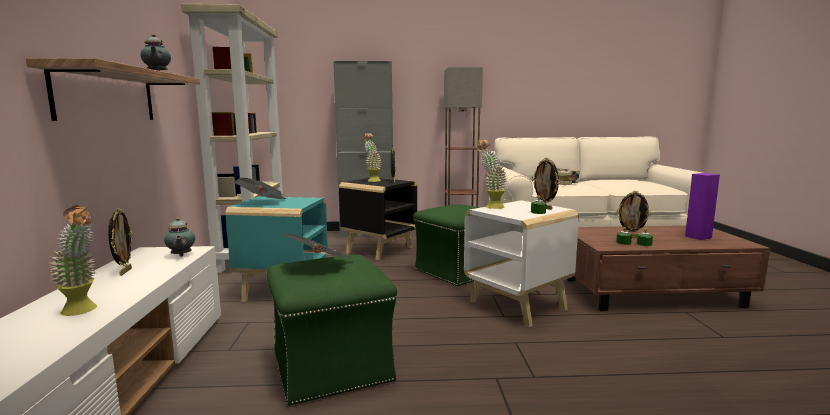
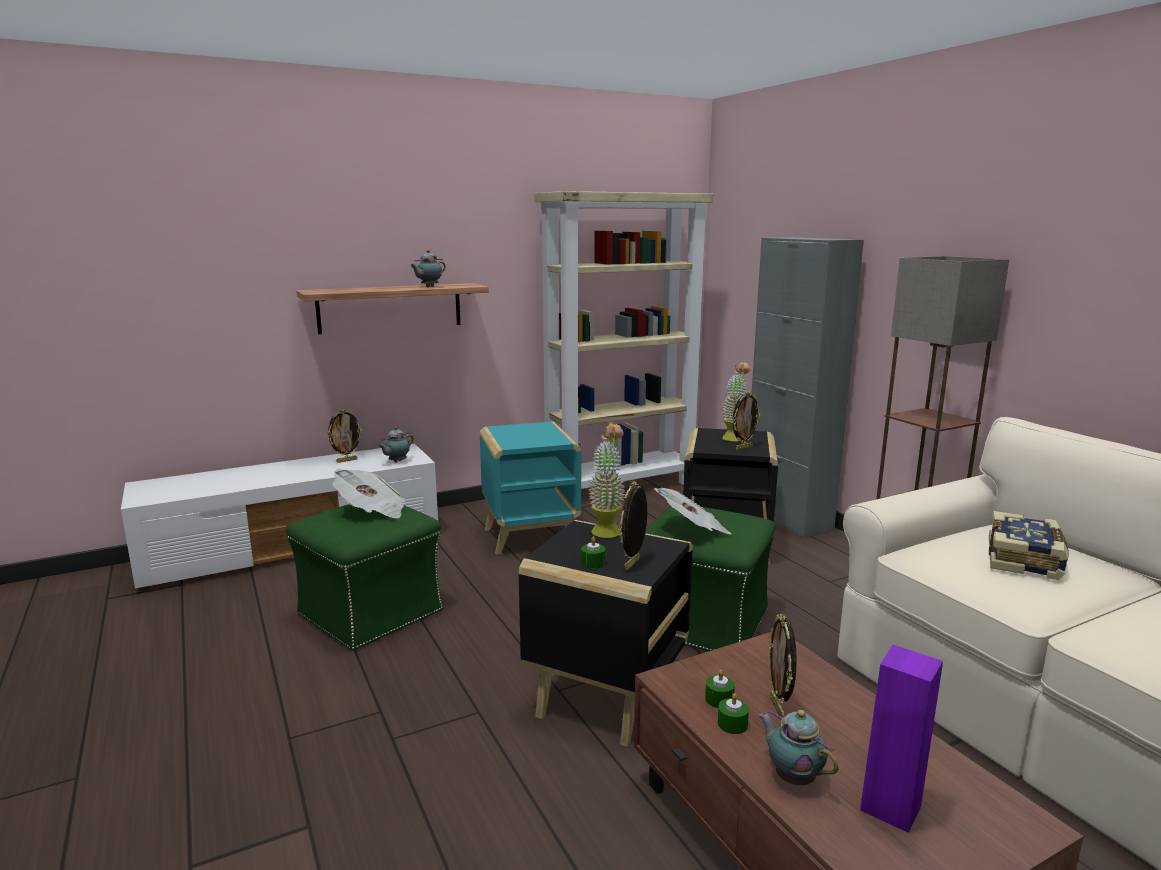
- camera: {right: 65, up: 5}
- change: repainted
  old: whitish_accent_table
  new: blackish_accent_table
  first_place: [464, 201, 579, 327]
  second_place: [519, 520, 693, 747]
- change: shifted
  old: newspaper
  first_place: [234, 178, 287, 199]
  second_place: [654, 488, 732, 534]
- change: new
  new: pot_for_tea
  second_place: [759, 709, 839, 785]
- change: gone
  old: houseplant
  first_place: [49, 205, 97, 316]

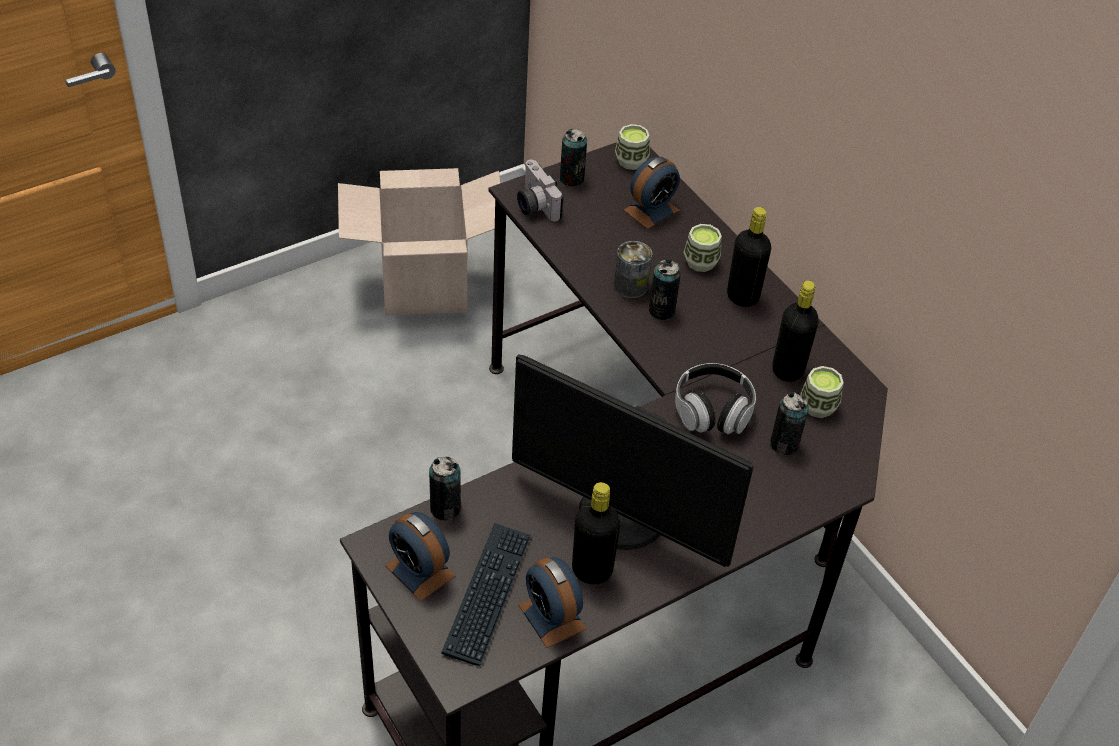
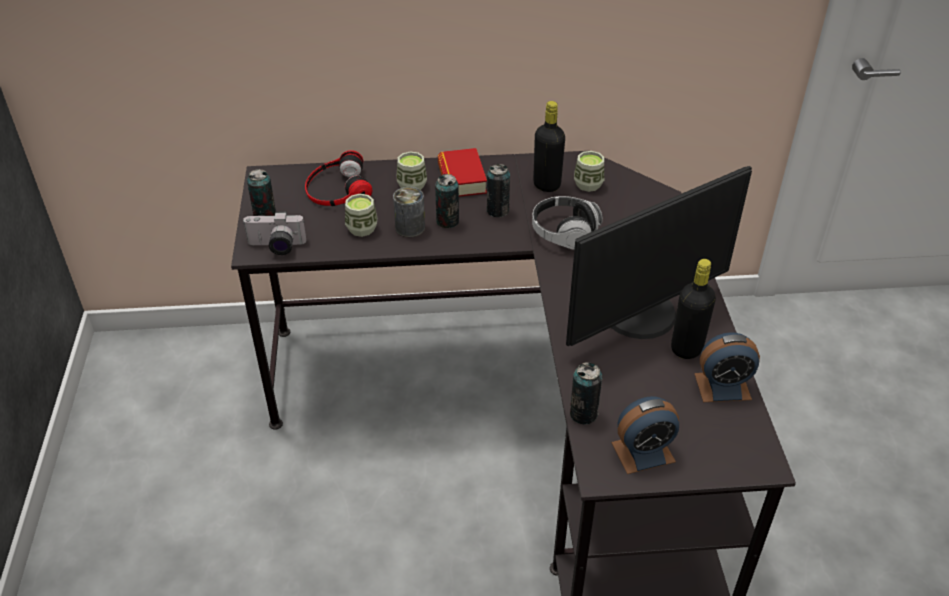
- camera: {right: -60, up: -5}
- change: swapped
  old: table_clock
  new: pair_of_headphones
  first_place: [623, 157, 680, 229]
  second_place: [305, 150, 372, 206]
- change: shifted
  old: cup
  first_place: [615, 124, 650, 170]
  second_place: [345, 194, 377, 237]
- change: swapped
  old: blackish_drink_bottle
  new: volume
  first_place: [727, 207, 771, 307]
  second_place: [438, 148, 487, 197]
- change: shifted
  old: can
  first_place: [770, 392, 809, 455]
  second_place: [487, 164, 510, 217]
- change: gone
  old: carton
  first_place: [338, 168, 500, 316]
- change: gone
  old: computer_keyboard
  first_place: [441, 523, 531, 666]

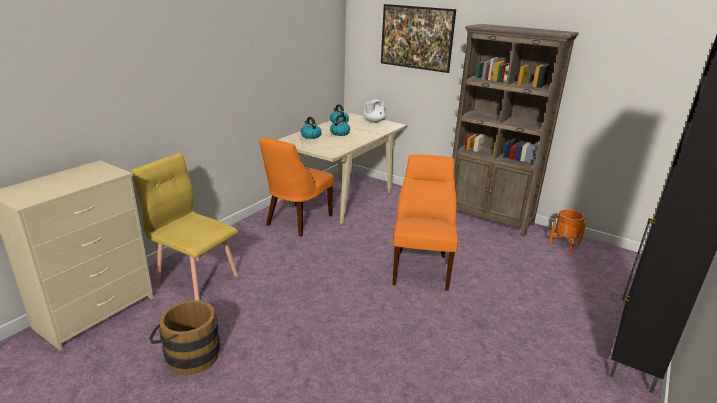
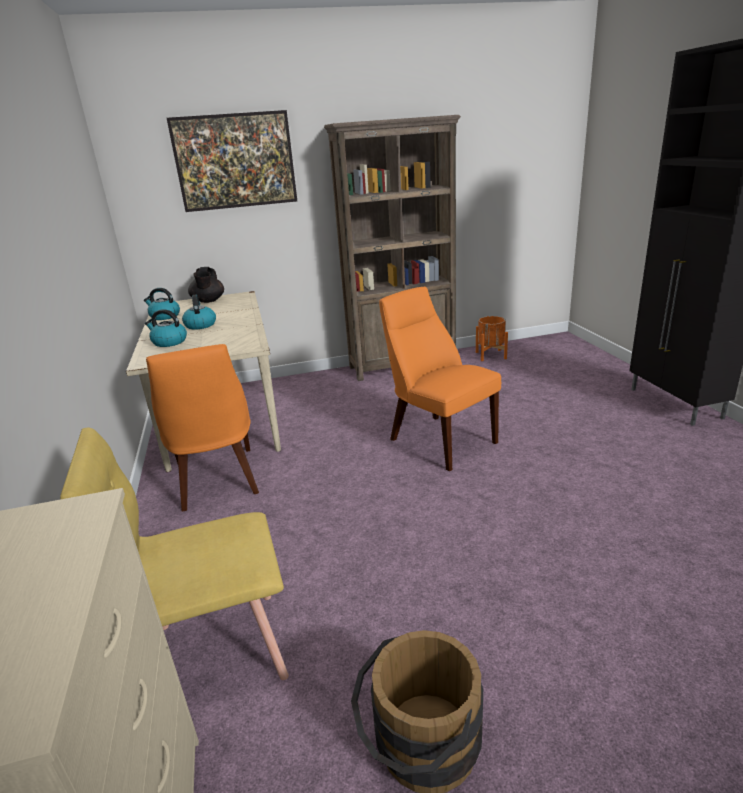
- camera: {right: -45, up: 0}
- change: repainted
  old: whitish_pot_for_tea
  new: blackish_pot_for_tea
  first_place: [363, 99, 386, 123]
  second_place: [188, 267, 224, 303]

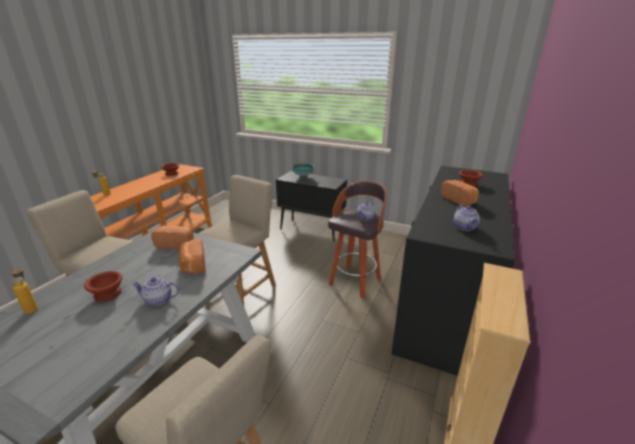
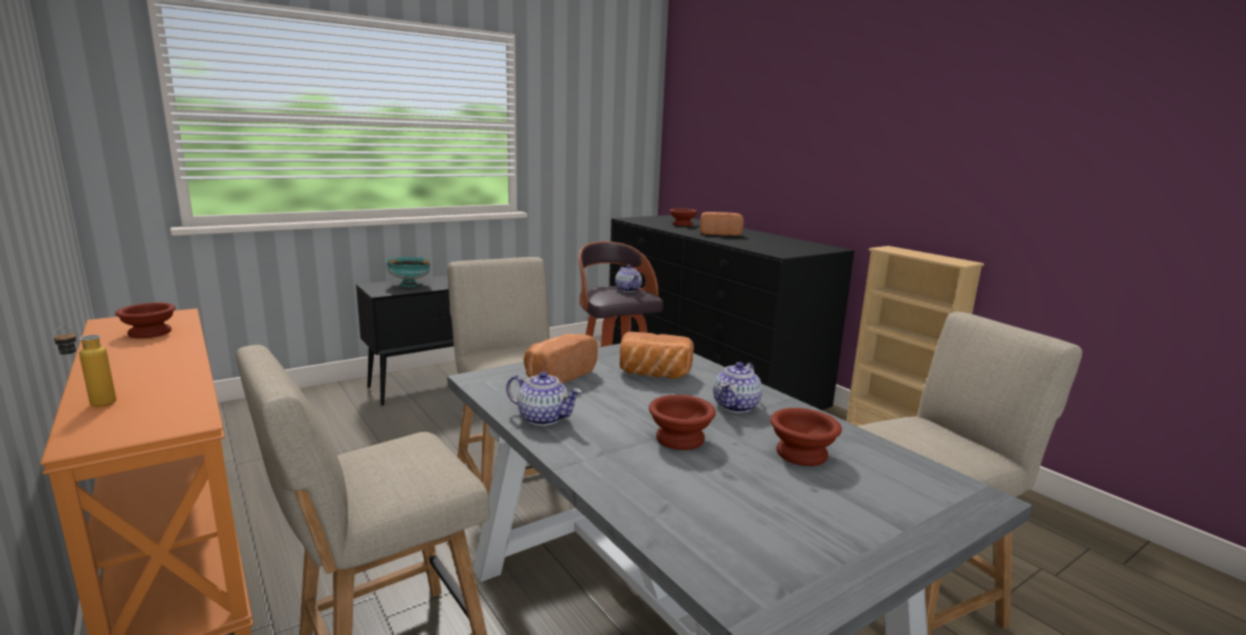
- camera: {right: -60, up: -10}
- change: shifted
  old: pot_for_tea
  first_place: [454, 204, 480, 231]
  second_place: [506, 371, 582, 426]
- change: new
  new: brown-coloured_bowl
  second_place: [770, 408, 842, 466]
- change: gone
  old: drink_bottle
  first_place: [11, 266, 38, 314]

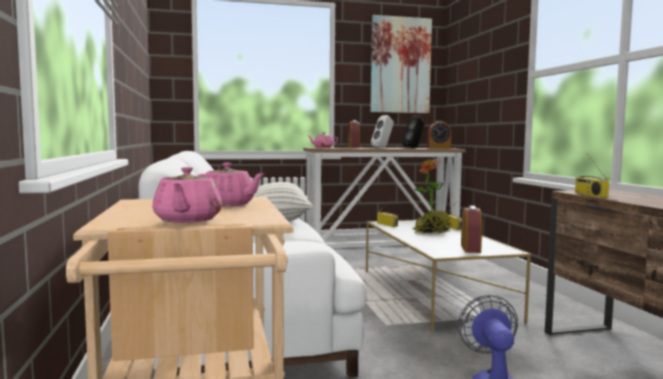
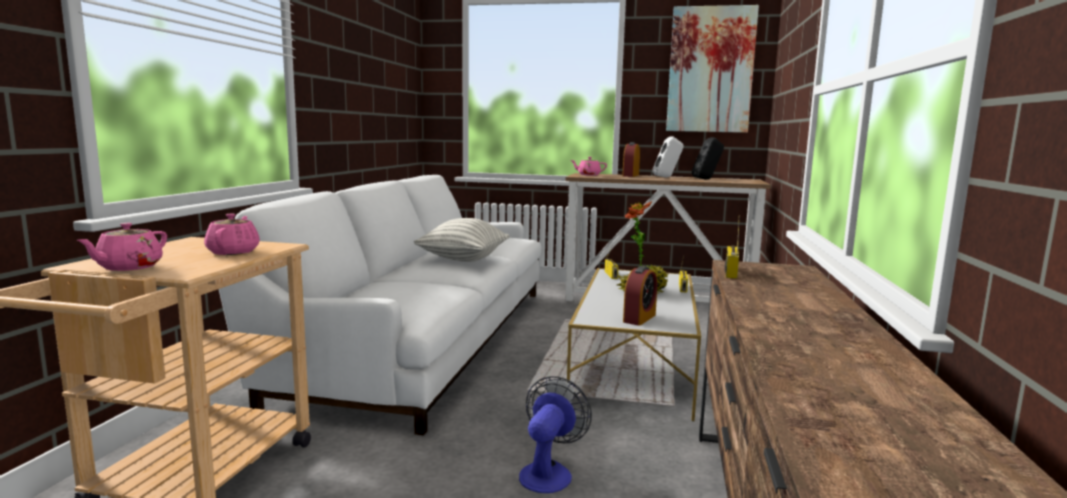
- camera: {right: 25, up: 5}
- change: rotated
  old: pink_pot_for_tea
  first_place: [197, 163, 265, 207]
  second_place: [204, 214, 260, 255]
  degrees: -150
- change: gone
  old: table_clock
  first_place: [427, 121, 451, 149]

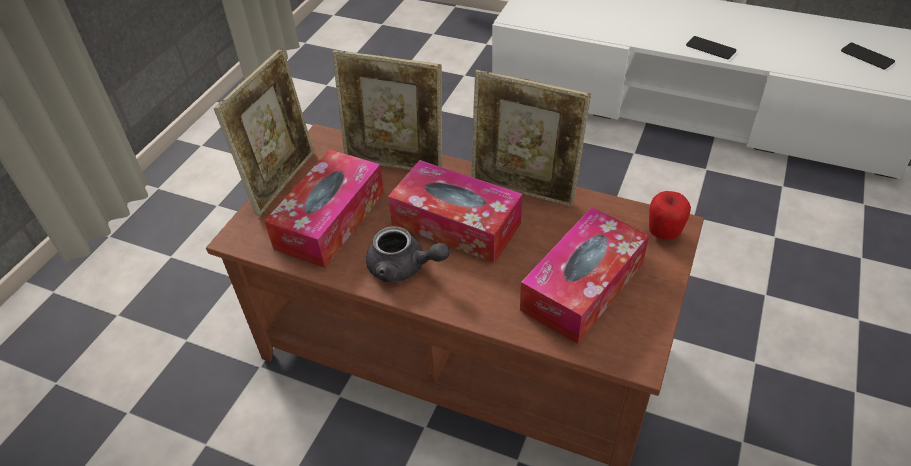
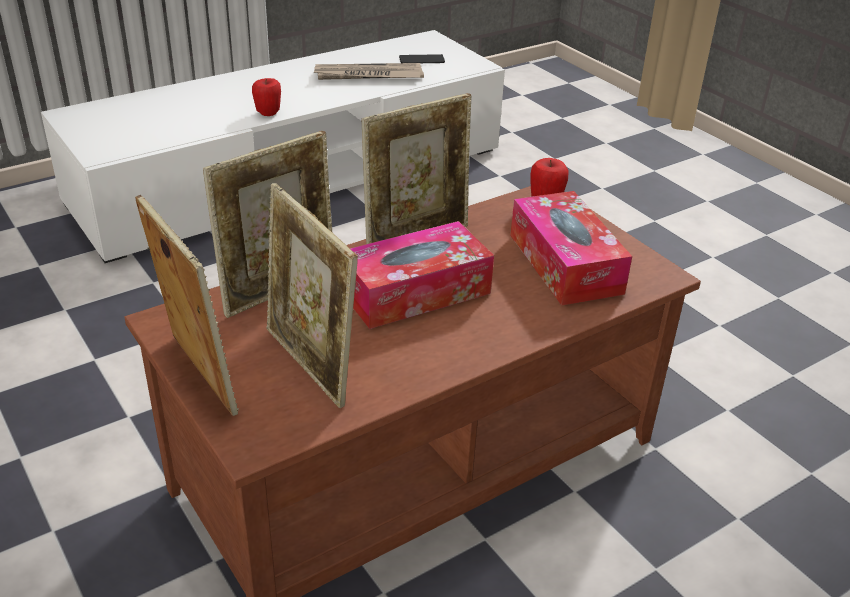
- camera: {right: -60, up: -10}
- change: new
  new: whole_apple
  second_place: [252, 78, 281, 116]
- change: swapped
  old: box_of_tissues
  new: photo_frame
  first_place: [264, 149, 384, 268]
  second_place: [266, 183, 358, 408]
- change: new
  new: newspaper
  second_place: [314, 63, 424, 80]
- change: gone
  old: grey_pot_for_tea
  first_place: [366, 226, 449, 283]
- change: gone
  old: telephone
  first_place: [686, 36, 736, 59]

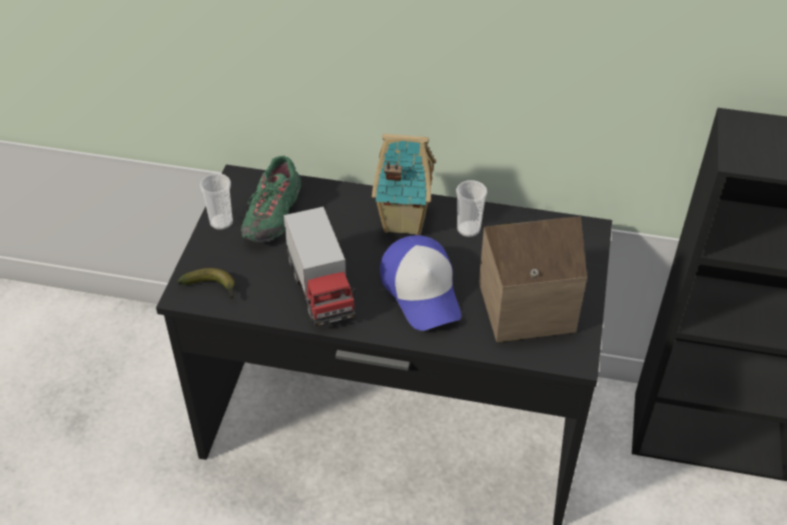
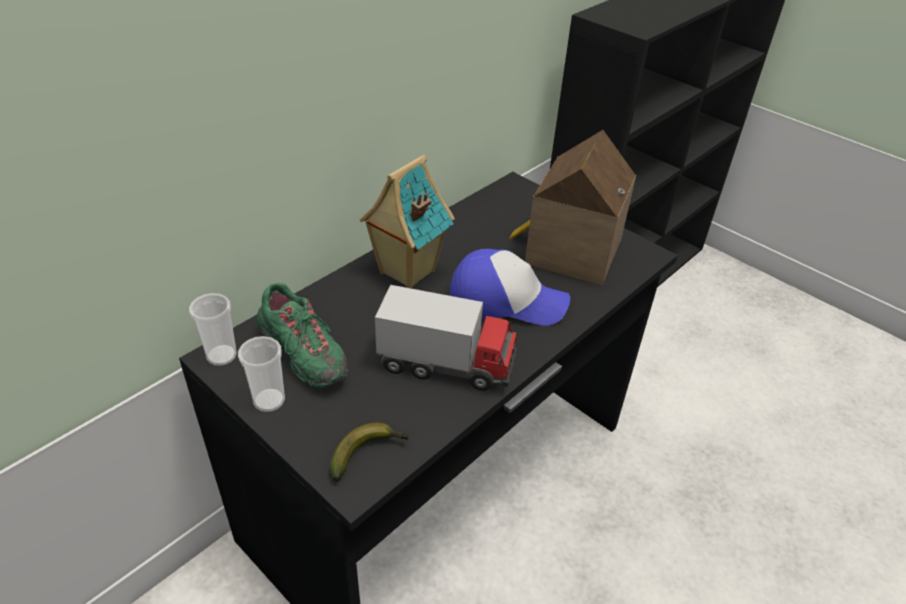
- camera: {right: -60, up: -5}
- change: shifted
  old: cup
  first_place: [456, 180, 487, 237]
  second_place: [189, 293, 237, 366]

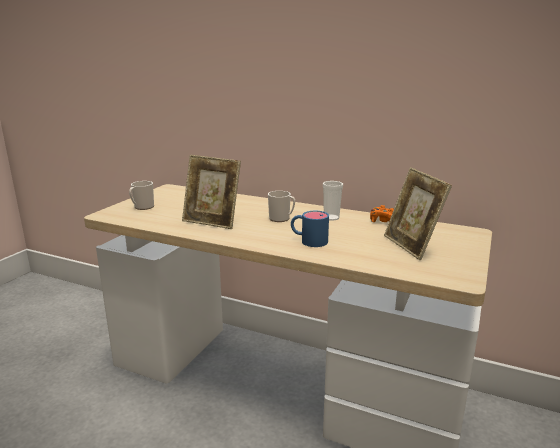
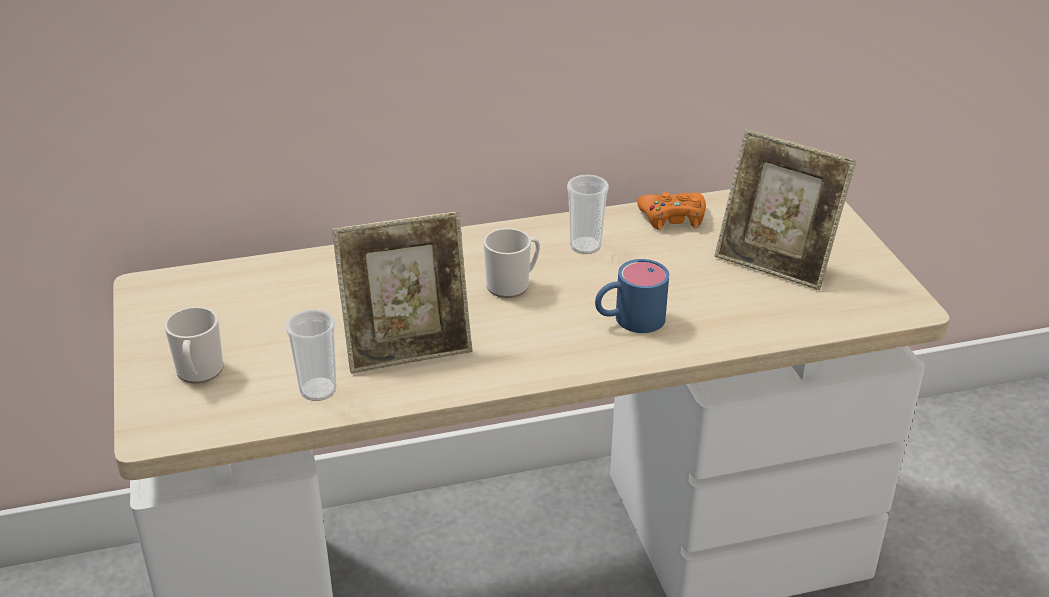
- camera: {right: -40, up: 15}
- change: new
  new: cup
  second_place: [286, 309, 336, 401]

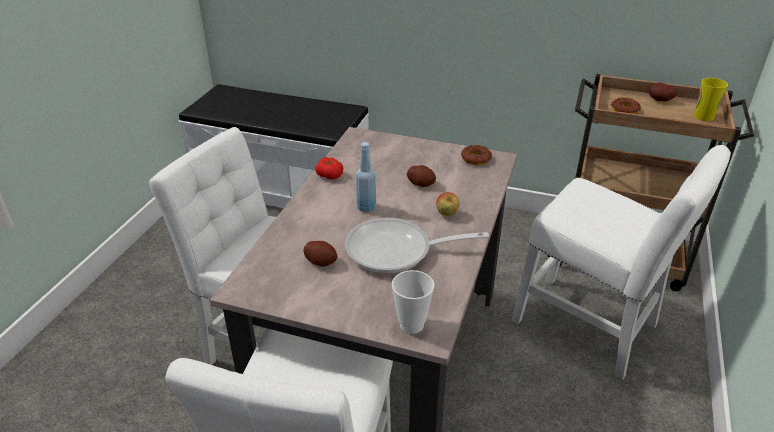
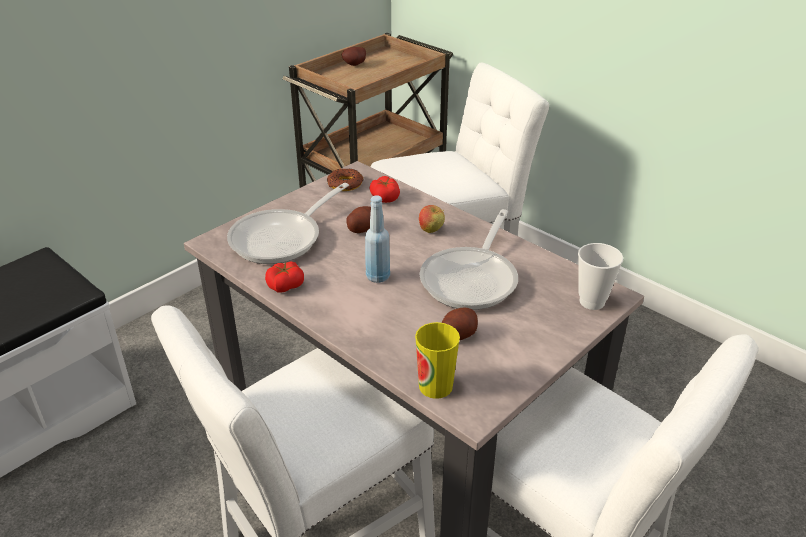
- camera: {right: -65, up: 0}
- change: new
  new: pan
  second_place: [227, 183, 349, 264]
- change: new
  new: tomato
  second_place: [370, 176, 400, 203]
- change: shifted
  old: cup
  first_place: [694, 78, 728, 121]
  second_place: [415, 322, 460, 399]
- change: gone
  old: donut
  first_place: [611, 97, 641, 114]

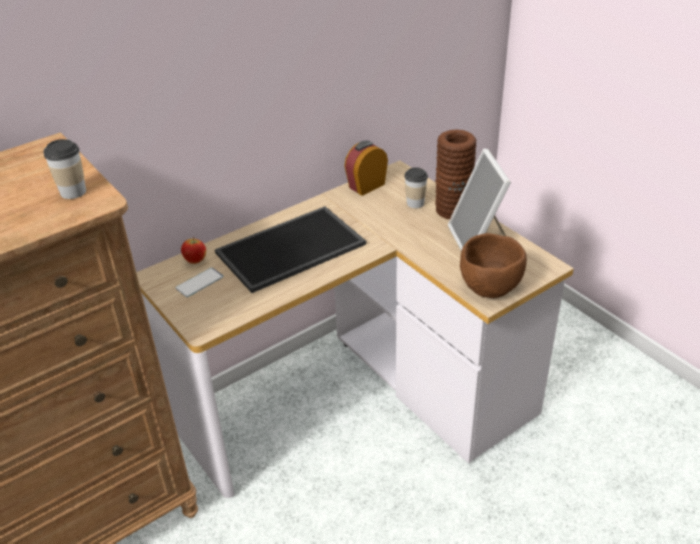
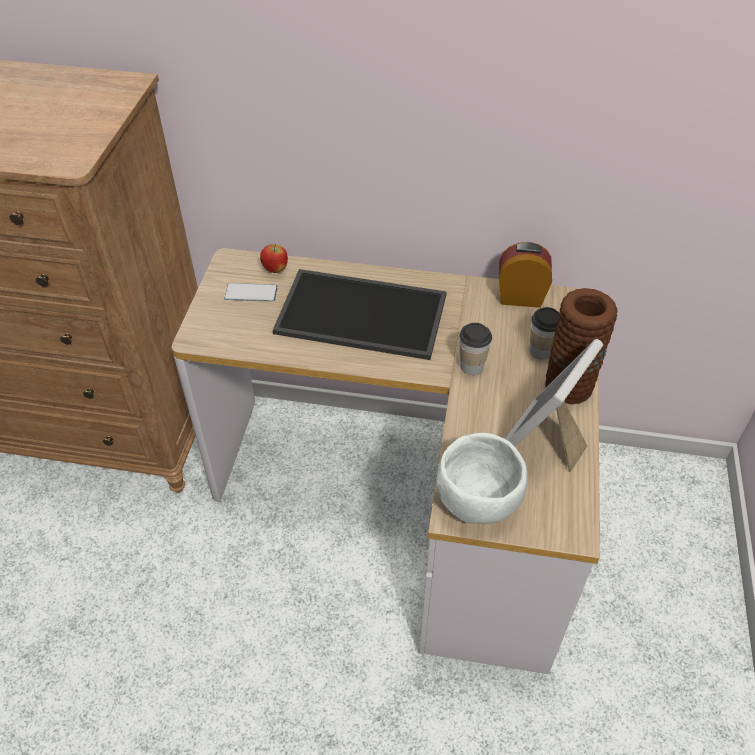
- camera: {right: 45, up: 10}
- change: repainted
  old: brown-coloured_bowl
  new: whitish_bowl
  first_place: [460, 233, 527, 298]
  second_place: [436, 433, 528, 524]
- change: shifted
  old: cup
  first_place: [43, 139, 86, 199]
  second_place: [460, 323, 492, 375]

